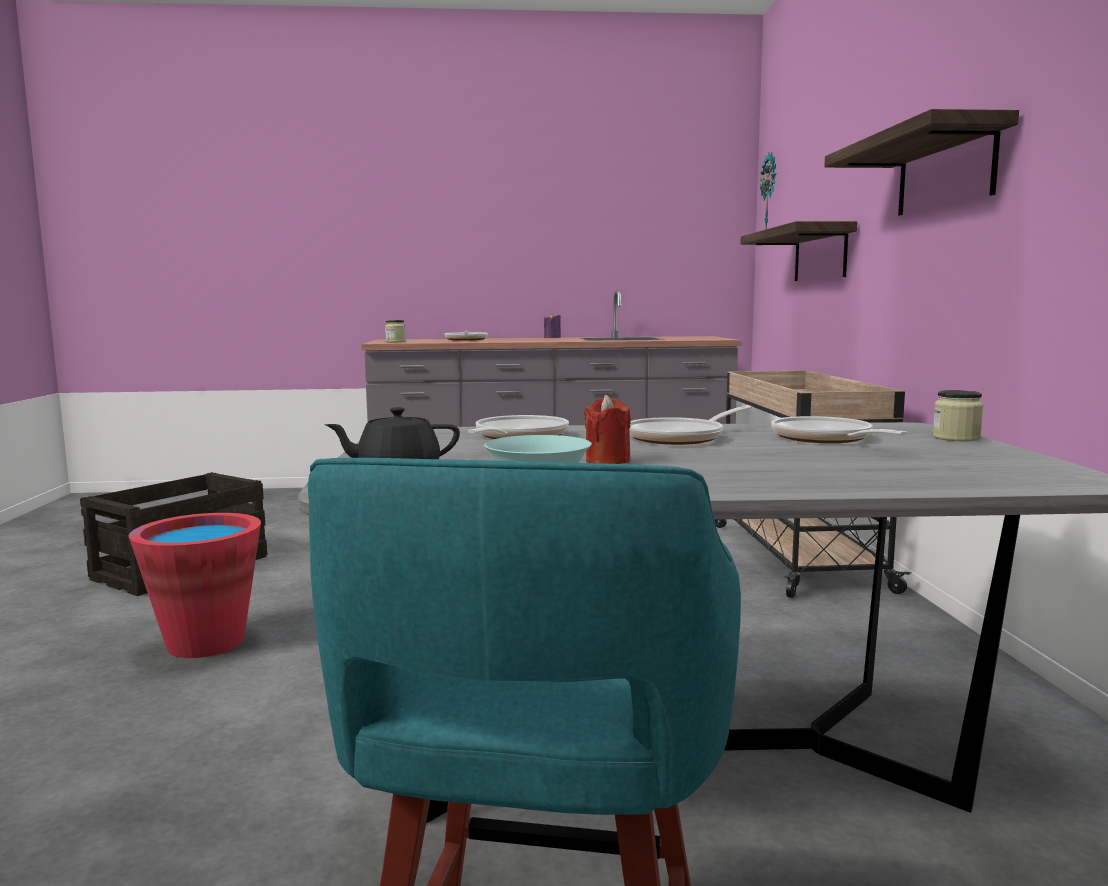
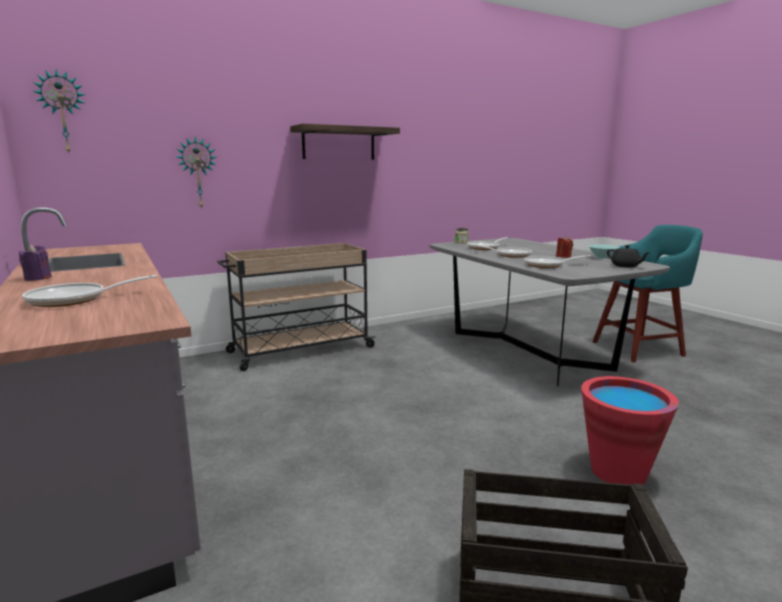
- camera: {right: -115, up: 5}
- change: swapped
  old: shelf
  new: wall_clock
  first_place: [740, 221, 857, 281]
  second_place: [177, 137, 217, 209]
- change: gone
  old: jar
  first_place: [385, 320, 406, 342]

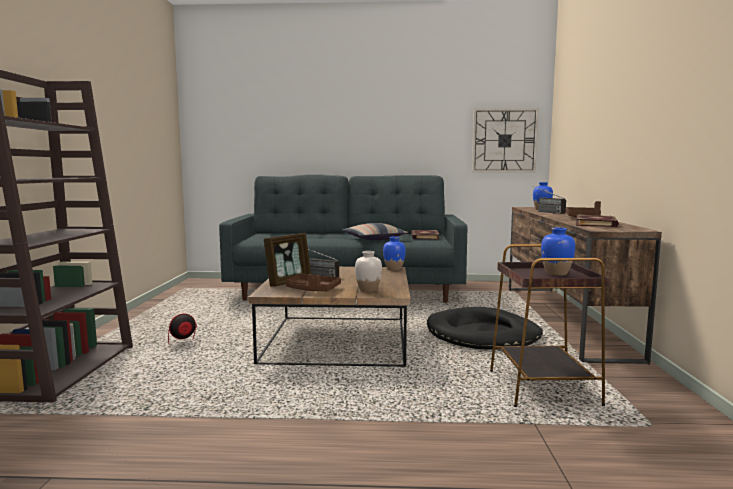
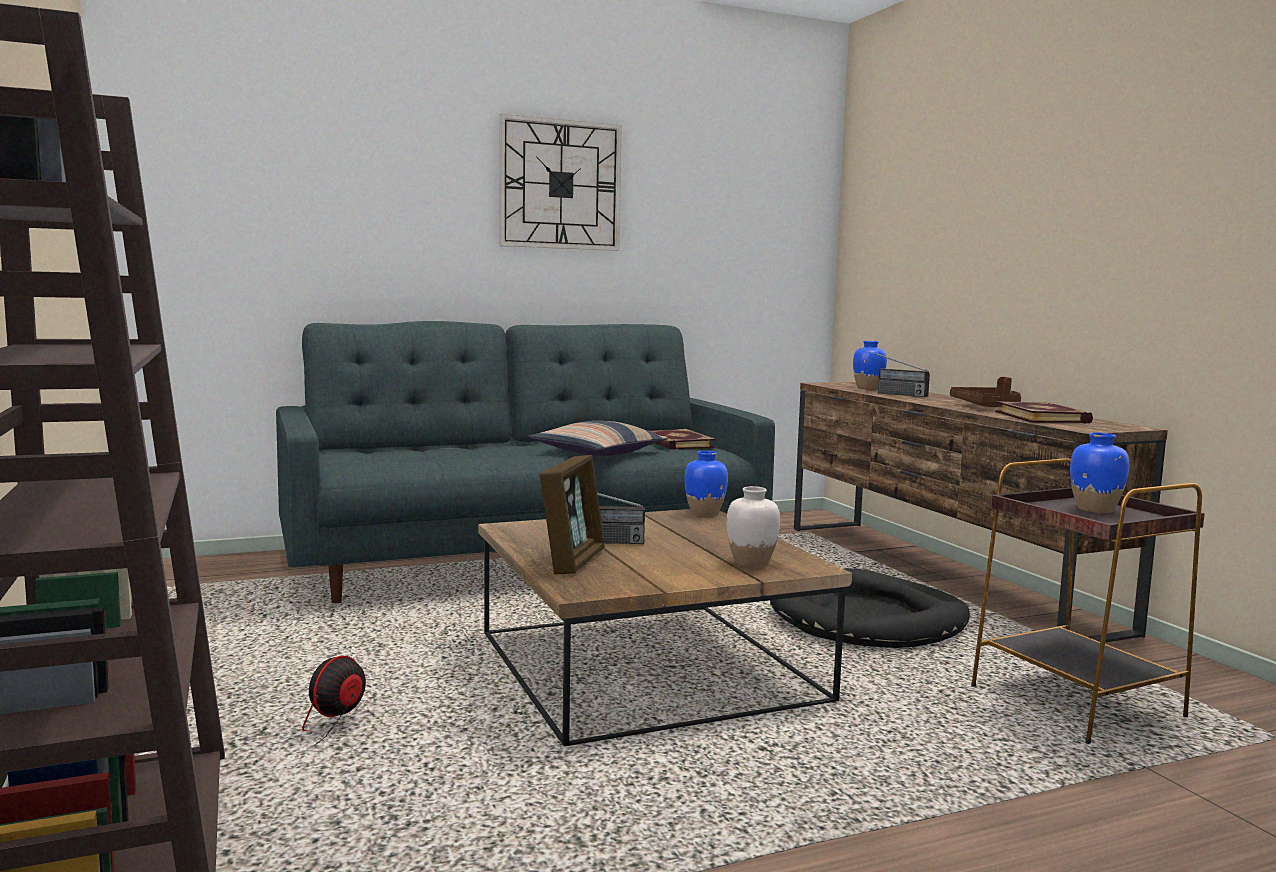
- camera: {right: -25, up: 0}
- change: shifted
  old: wall_clock
  first_place: [472, 108, 539, 173]
  second_place: [499, 114, 622, 251]
- change: gone
  old: brown-coloured_tray
  first_place: [286, 274, 341, 291]

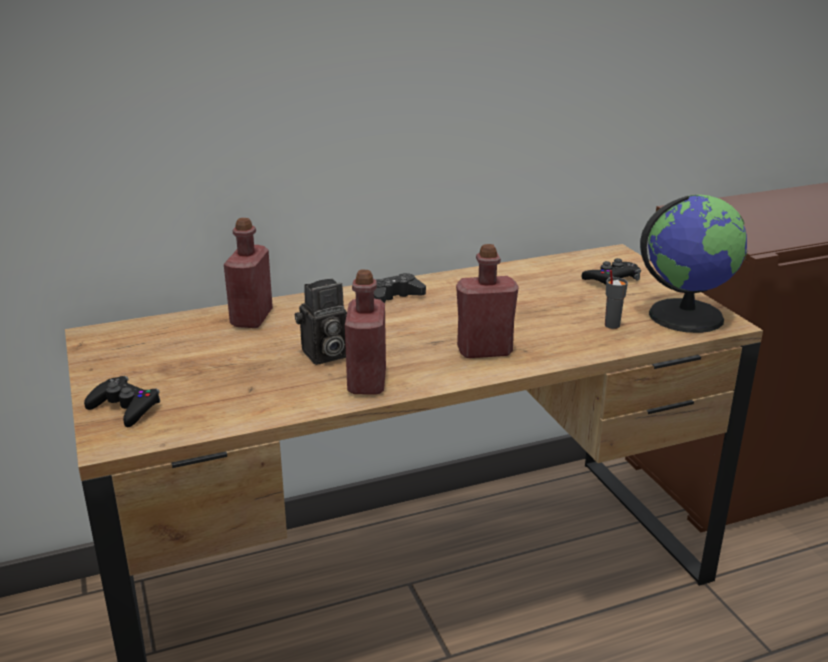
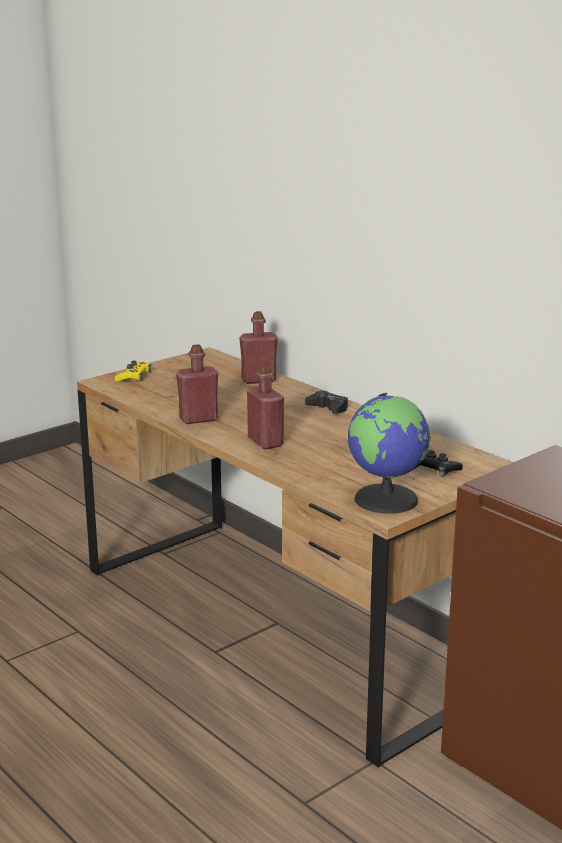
- camera: {right: 70, up: -5}
- change: repainted
  old: blackish_joypad
  new: yellowish_joypad
  first_place: [84, 376, 160, 427]
  second_place: [115, 361, 151, 382]
- change: gone
  old: photo_camera
  first_place: [295, 279, 347, 365]
- change: gone
  old: grey_cup
  first_place: [605, 270, 628, 329]

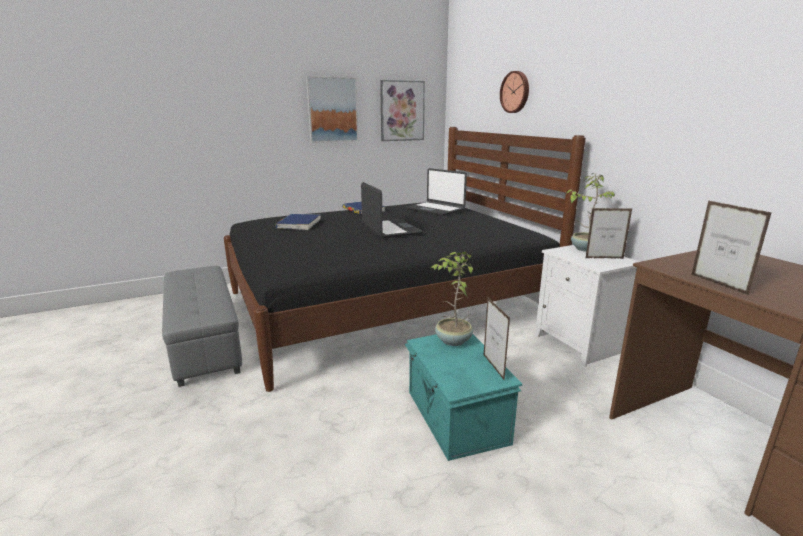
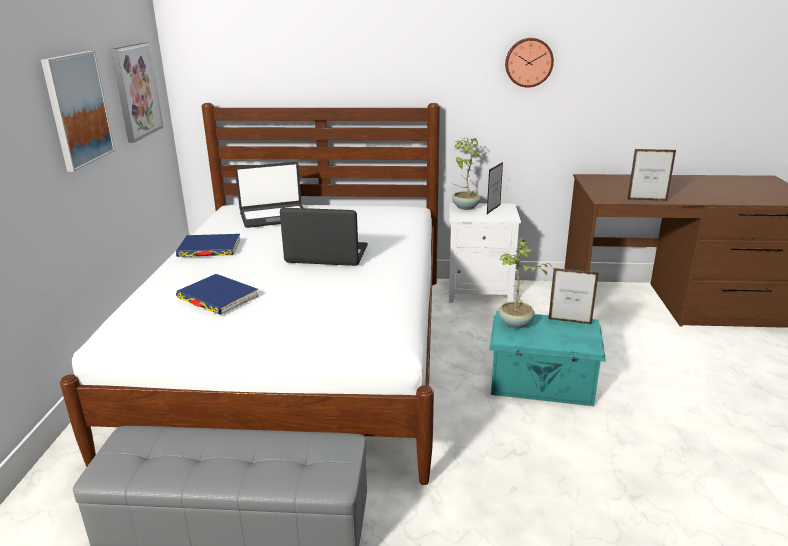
- camera: {right: -60, up: 5}
- change: repainted
  old: blackish_sleeping_bed
  new: whitish_sleeping_bed
  first_place: [224, 127, 586, 392]
  second_place: [60, 103, 440, 485]
- change: shifted
  old: wall_clock
  first_place: [500, 71, 529, 113]
  second_place: [505, 38, 554, 88]

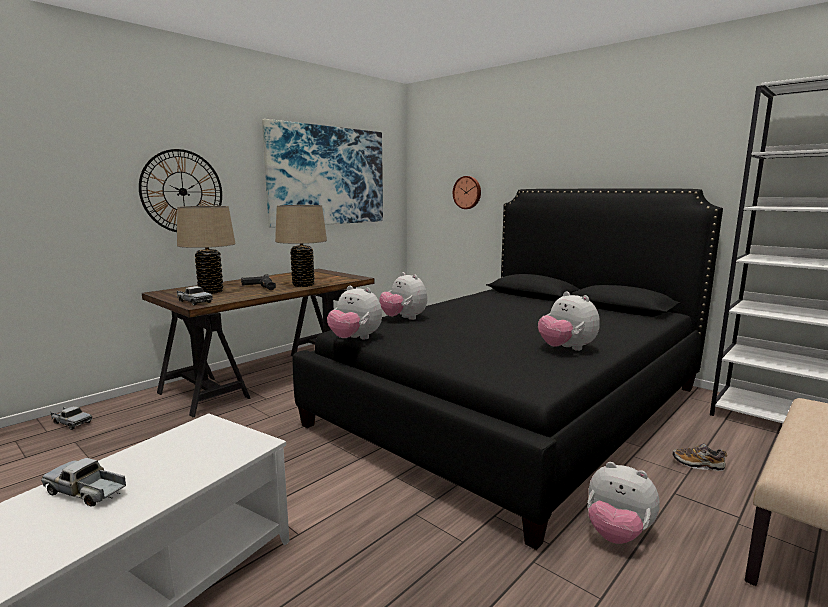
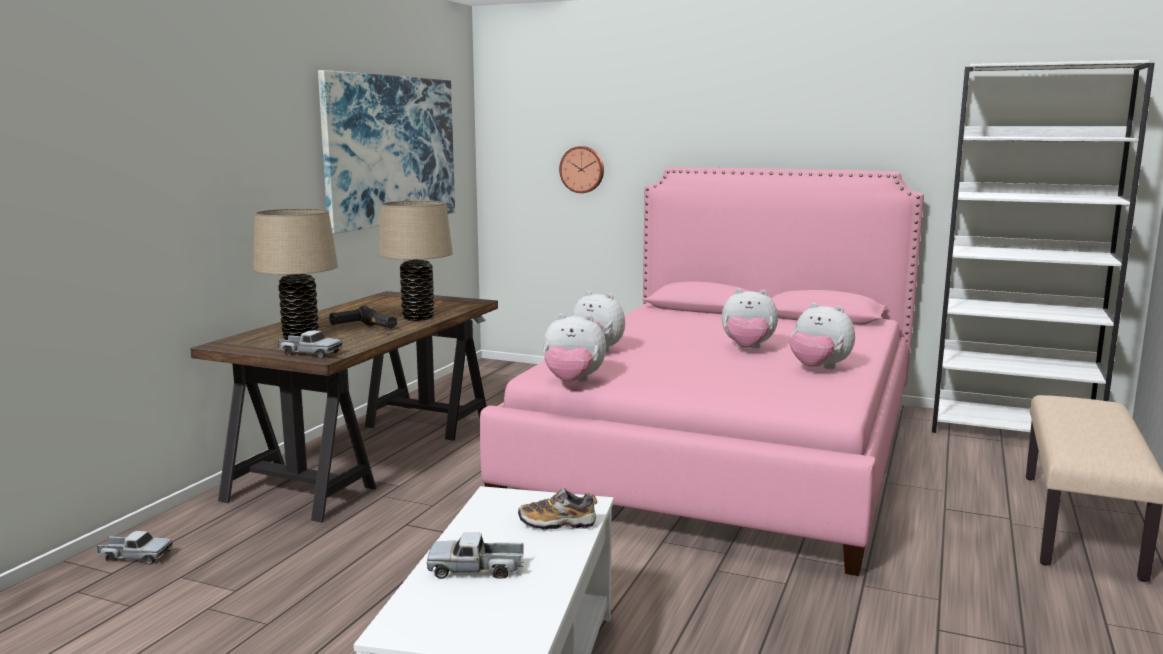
- camera: {right: -20, up: 0}
- change: repainted
  old: blackish_sleeping_bed
  new: pink_sleeping_bed
  first_place: [292, 188, 723, 550]
  second_place: [480, 167, 924, 576]
- change: shifted
  old: low_shoe
  first_place: [672, 443, 727, 471]
  second_place: [518, 488, 598, 532]
- change: shifted
  old: cuddly_toy
  first_place: [587, 462, 660, 544]
  second_place: [722, 289, 778, 348]
- change: gone
  old: wall_clock
  first_place: [139, 149, 222, 232]

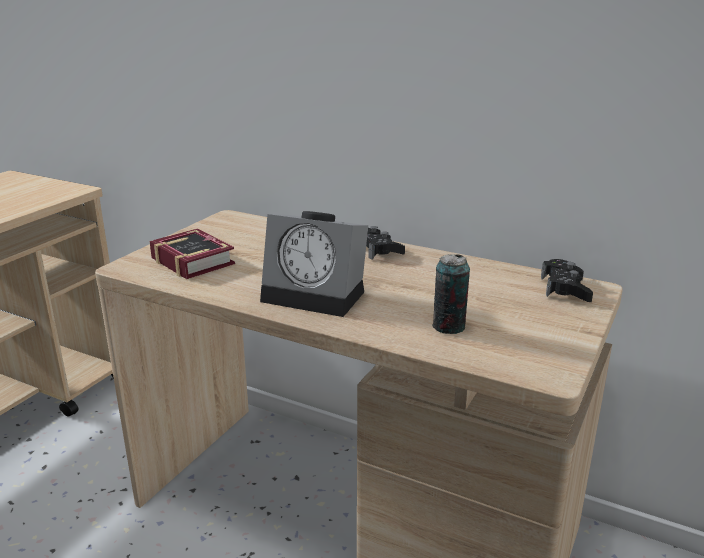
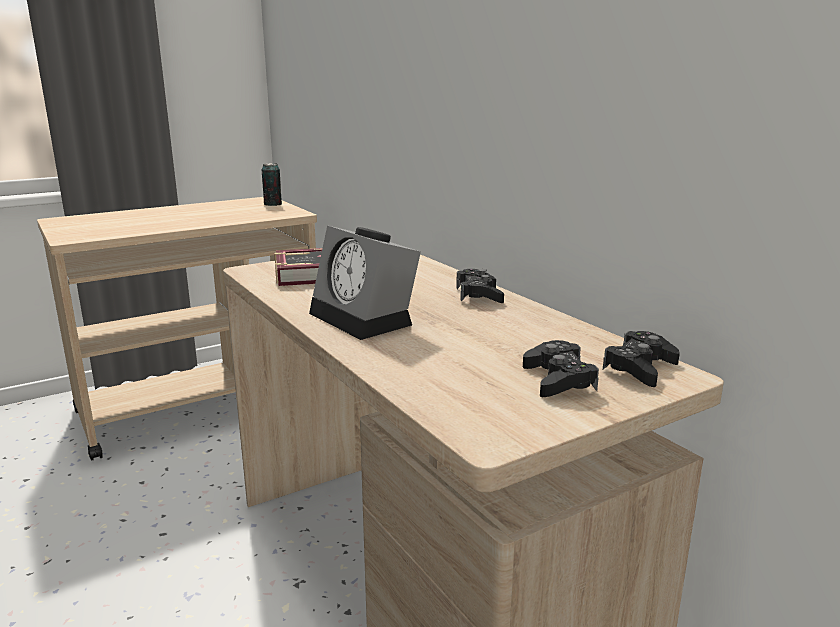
- camera: {right: 30, up: -5}
- change: shifted
  old: can
  first_place: [432, 254, 470, 334]
  second_place: [261, 163, 282, 206]
- change: new
  new: blackish_joypad
  second_place: [523, 340, 599, 397]

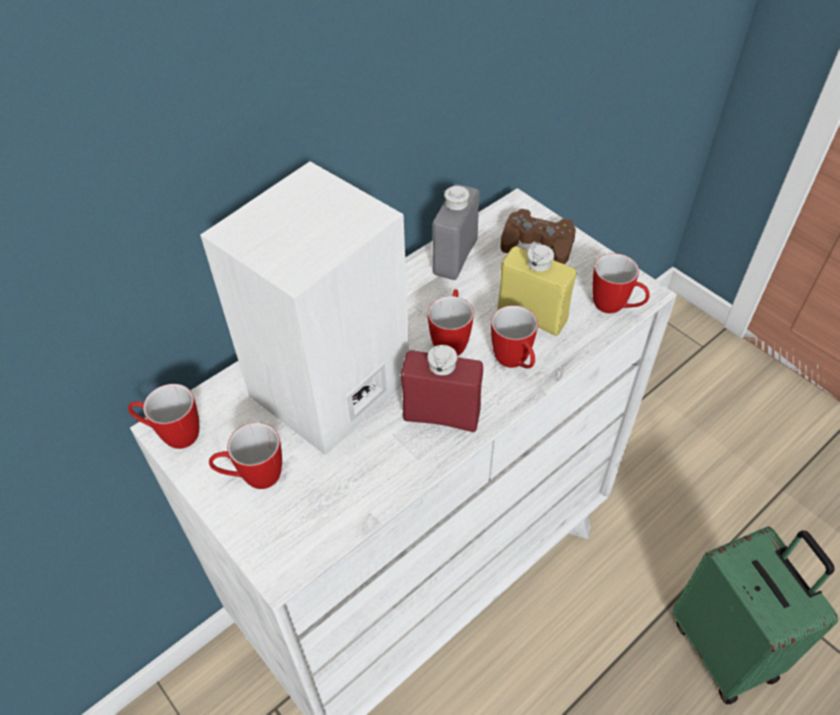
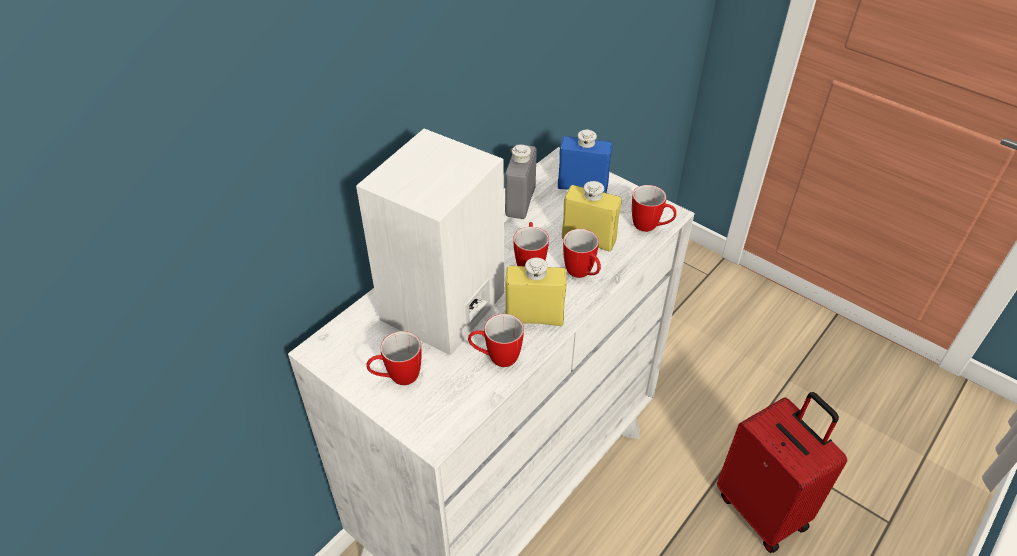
- camera: {right: -10, up: -5}
- change: shifted
  old: tea_mug
  first_place: [128, 384, 199, 449]
  second_place: [468, 314, 524, 367]
- change: repainted
  old: red_drink_bottle
  new: yellowish_drink_bottle
  first_place: [401, 345, 483, 432]
  second_place: [505, 258, 566, 326]
- change: swapped
  old: brown-coloured_joypad
  new: blue-coloured_drink_bottle
  first_place: [501, 209, 576, 264]
  second_place: [558, 130, 612, 193]
- change: repainted
  old: greenish_travel_case
  new: red_travel_case
  first_place: [673, 527, 838, 704]
  second_place: [717, 392, 847, 553]

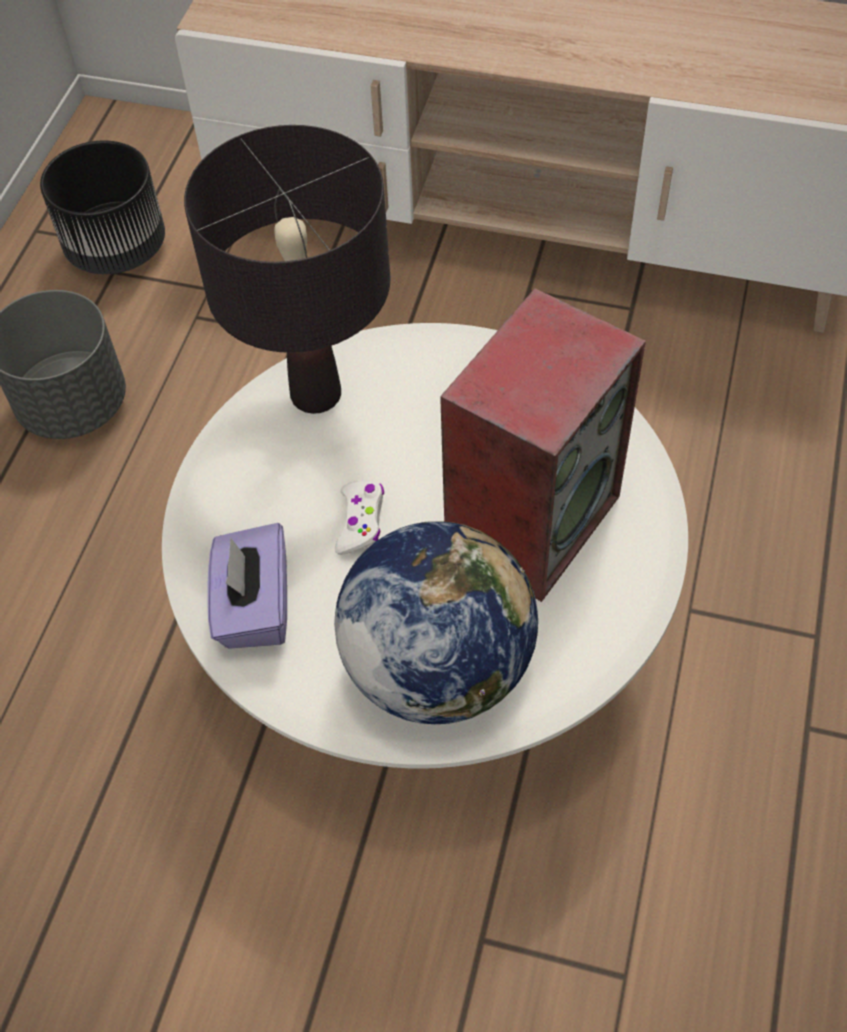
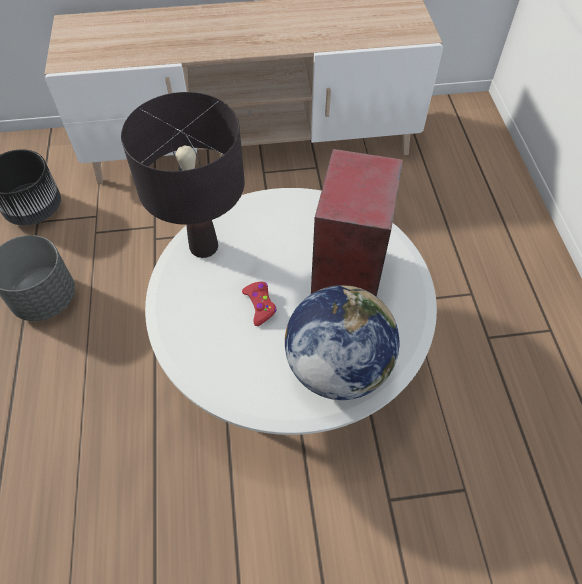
- camera: {right: -25, up: 0}
- change: repainted
  old: whitish_joypad
  new: red_joypad
  first_place: [335, 480, 384, 555]
  second_place: [242, 282, 276, 326]
- change: gone
  old: purple_box_of_tissues
  first_place: [207, 523, 287, 649]

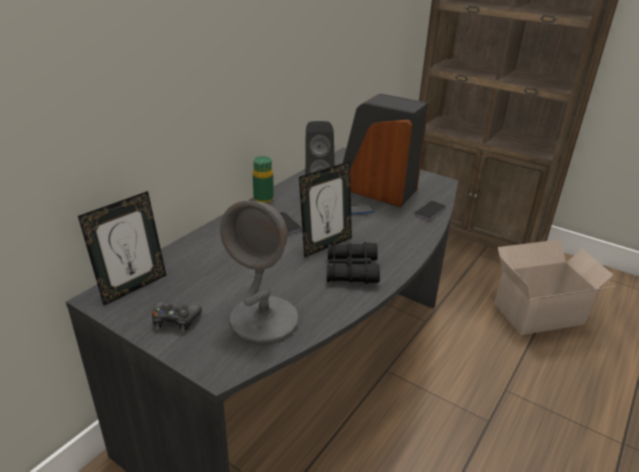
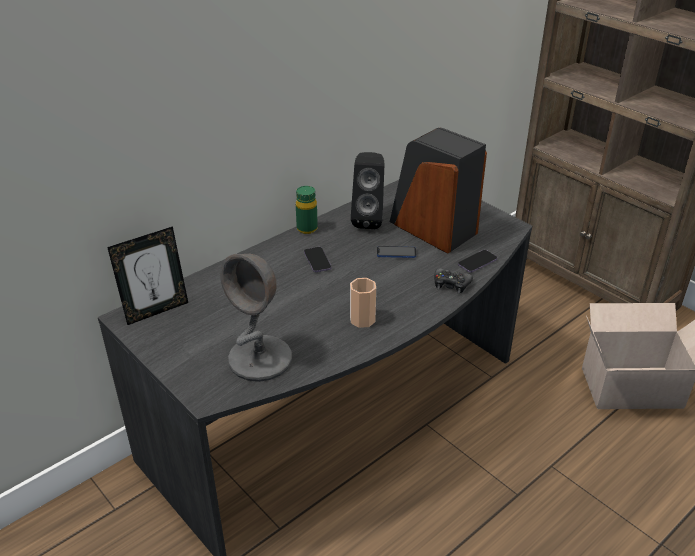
- camera: {right: 15, up: 5}
- change: swapped
  old: blackish_binoculars
  new: cup
  first_place: [327, 242, 380, 284]
  second_place: [350, 278, 376, 328]
- change: shifted
  old: blackish_joypad
  first_place: [152, 301, 202, 332]
  second_place: [434, 268, 473, 294]
- change: gone
  old: photo_frame
  first_place: [299, 161, 352, 257]

